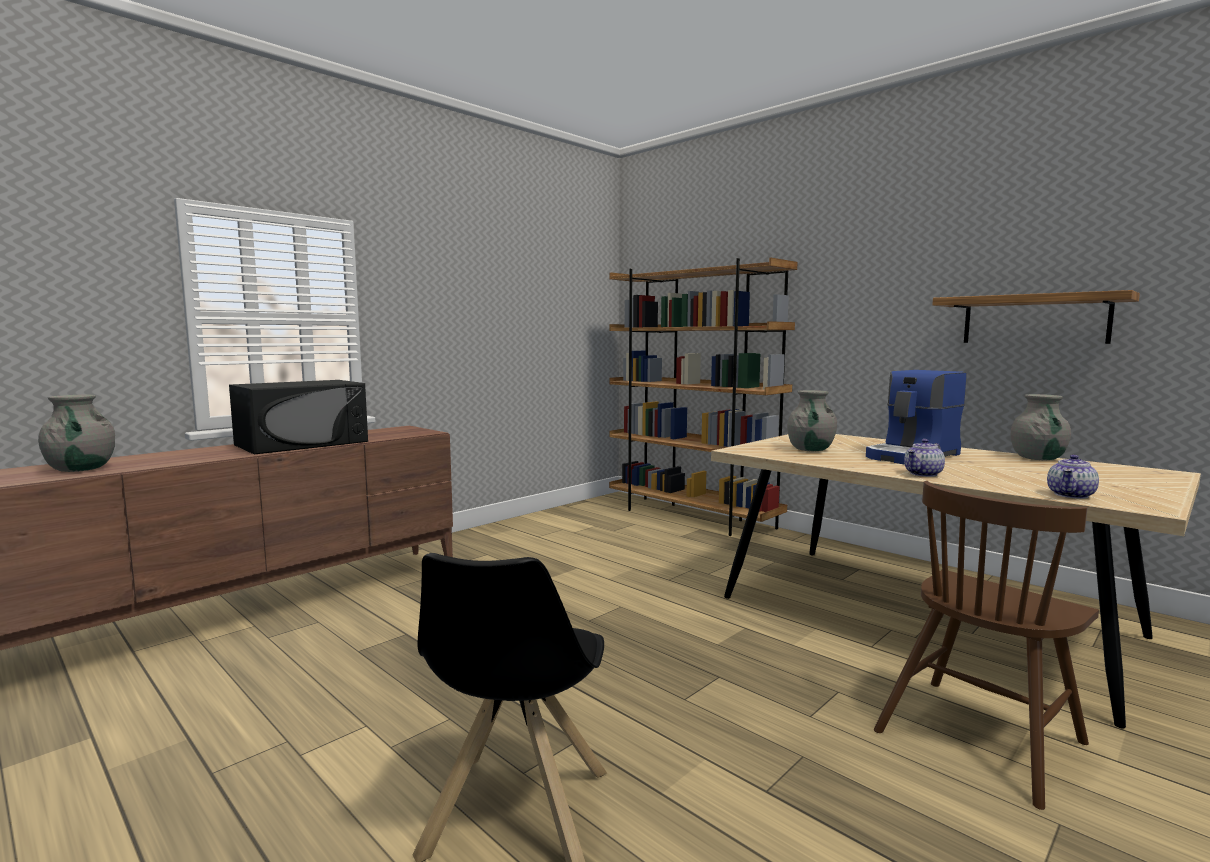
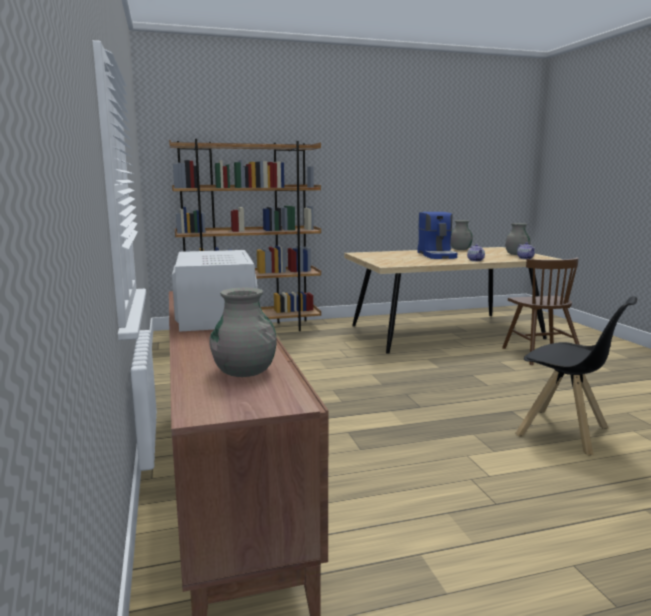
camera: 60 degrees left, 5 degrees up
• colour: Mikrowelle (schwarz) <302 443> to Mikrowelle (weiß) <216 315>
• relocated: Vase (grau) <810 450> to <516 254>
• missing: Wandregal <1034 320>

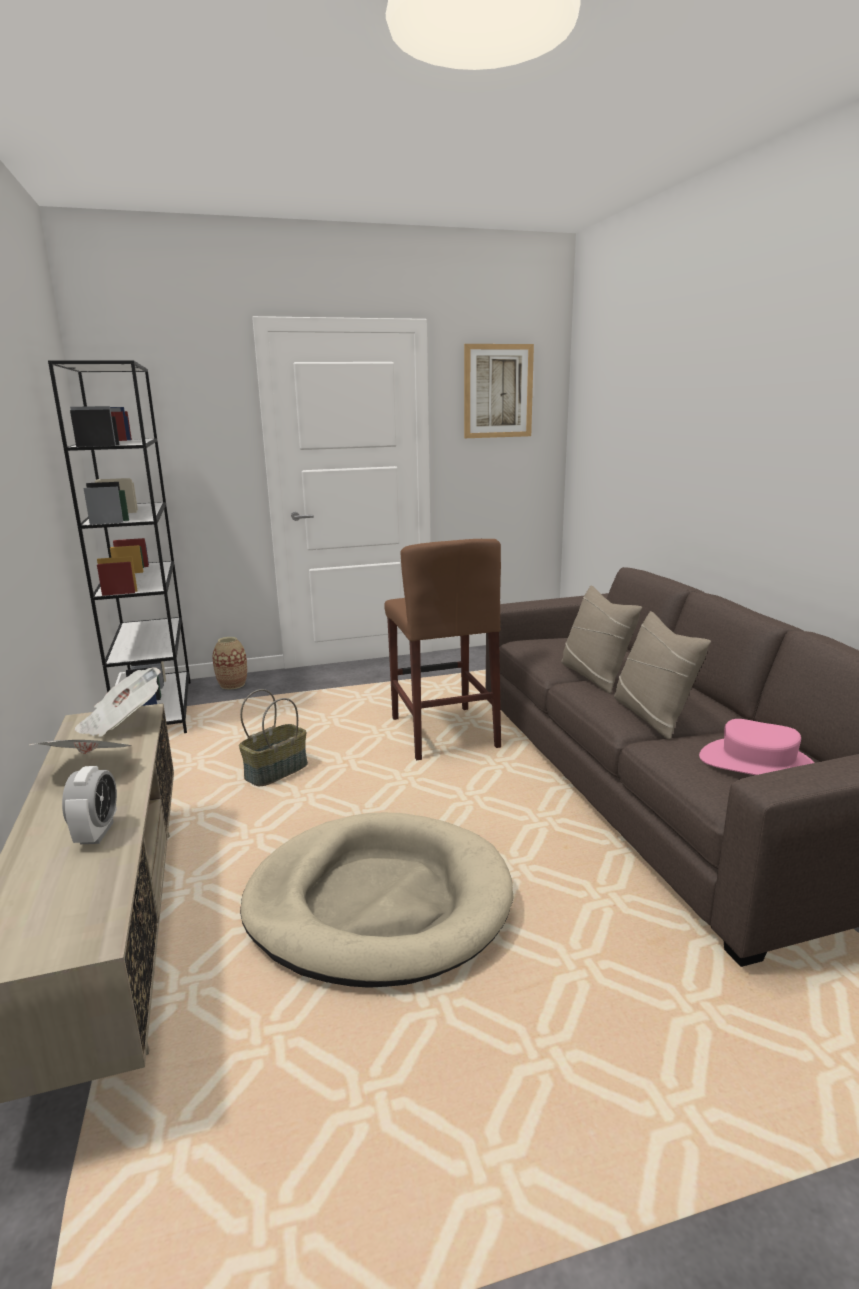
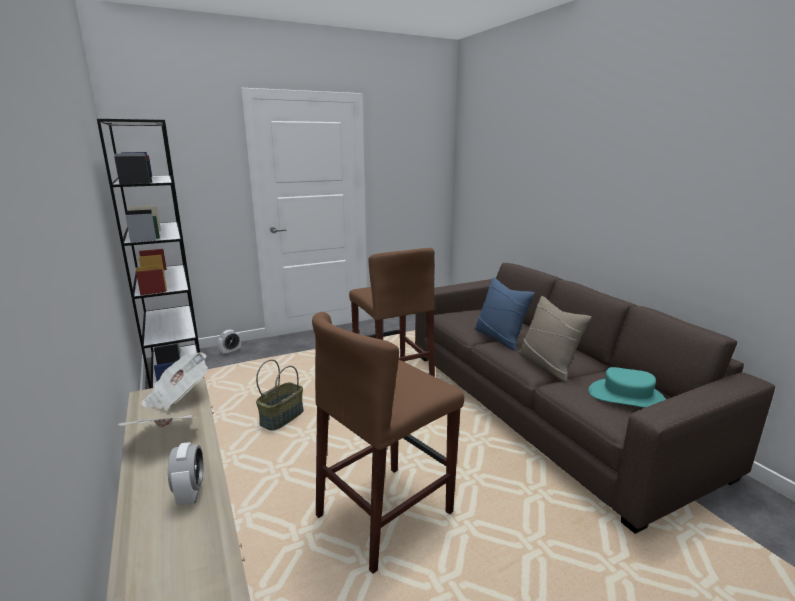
camera: 10 degrees left, 0 degrees up
• exchanged: Vase <232 684> to Wecker <230 352>
• exchanged: Hundebett (beige) <378 903> to Hocker (braun) <385 514>
• missing: Bild <498 391>
• colour: Kissen (beige) <594 676> to Kissen (blau) <499 338>
• colour: Hut (rosa) <757 765> to Hut (türkis) <626 397>

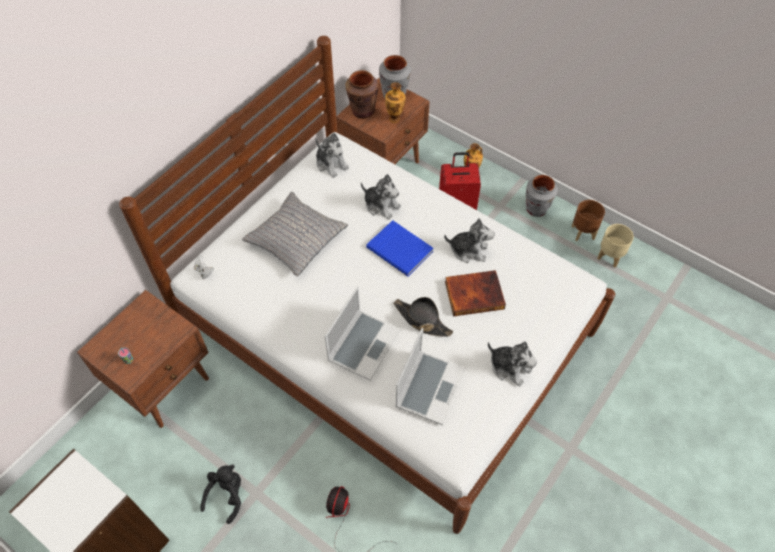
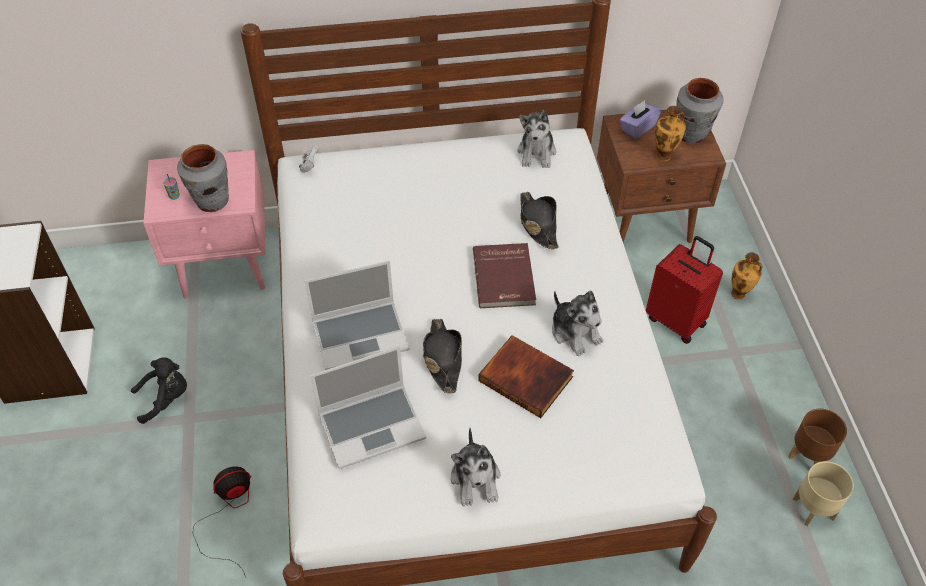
camera: 45 degrees right, 5 degrees down
• colour: Nachttisch (braun) <165 385> to Nachttisch (rosa) <226 266>
• missing: Kissen (grau) <295 239>
• exchanged: Vase (braun) <362 111> to Taschentuchbox (lila) <637 128>
• exchanged: Plüschtier <381 205> to Hut (schwarz) <538 224>
• colour: Buch (blau) <400 249> to Buch (rot) <505 277>
• relocated: Vase (grau) <536 209> to <212 201>

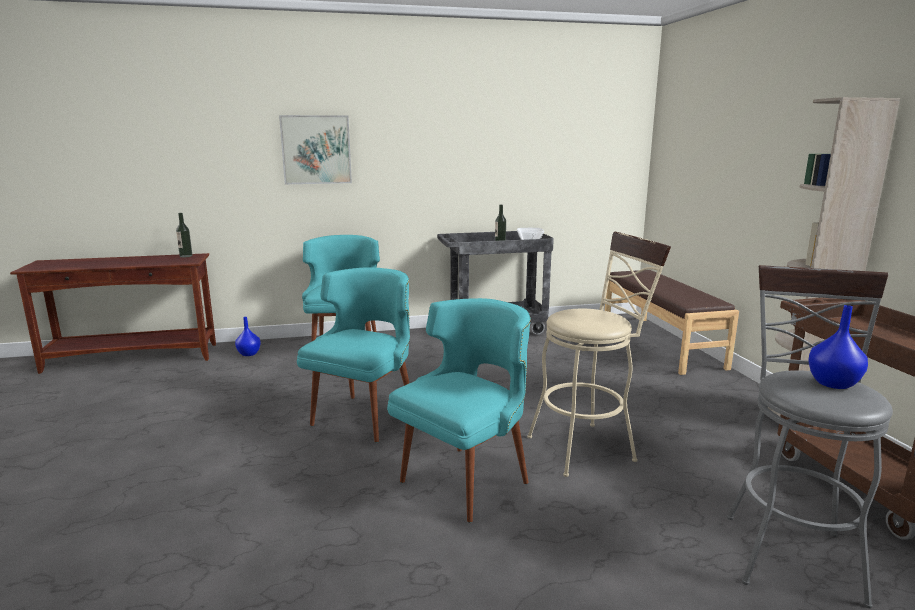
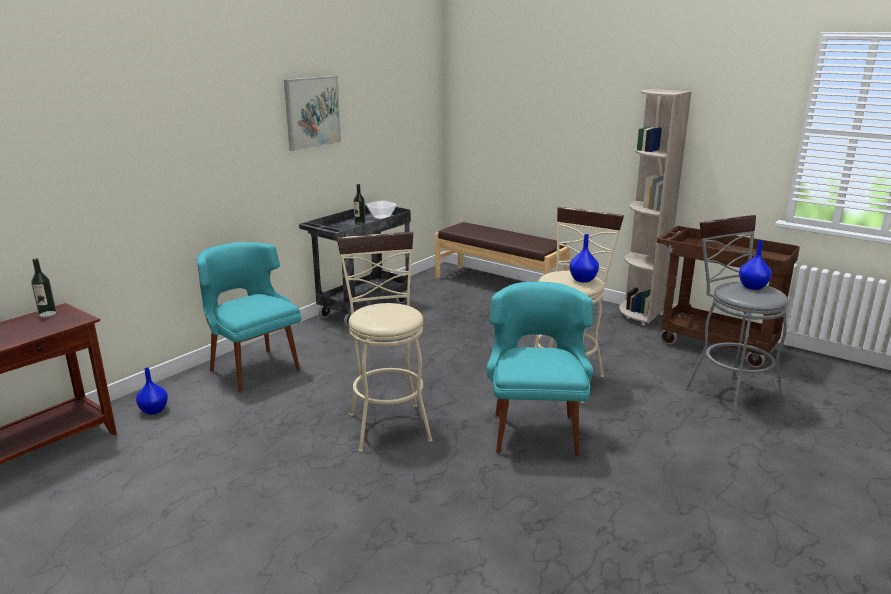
camera: 40 degrees left, 5 degrees up
• relocated: Bild <316 150> to <312 112>
• exchanged: Stuhl (türkis) <363 419> to Hocker (beige) <387 423>
• appeared: Vase (blau) <582 280>

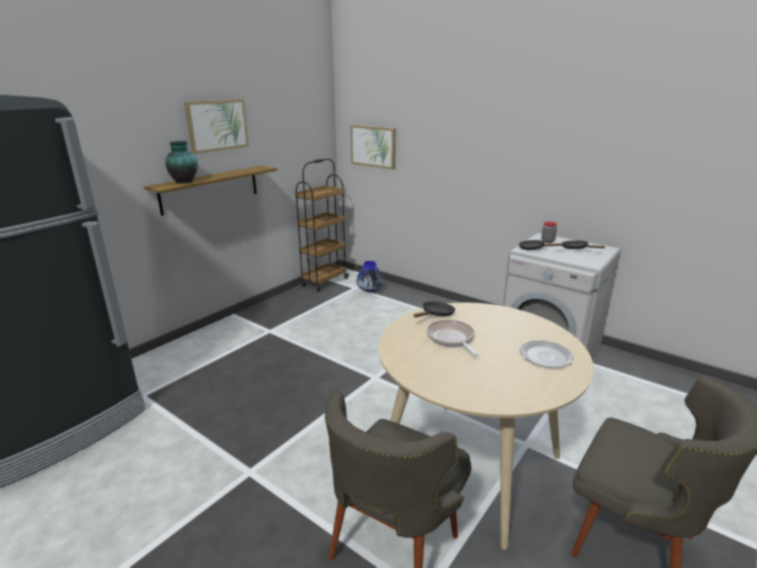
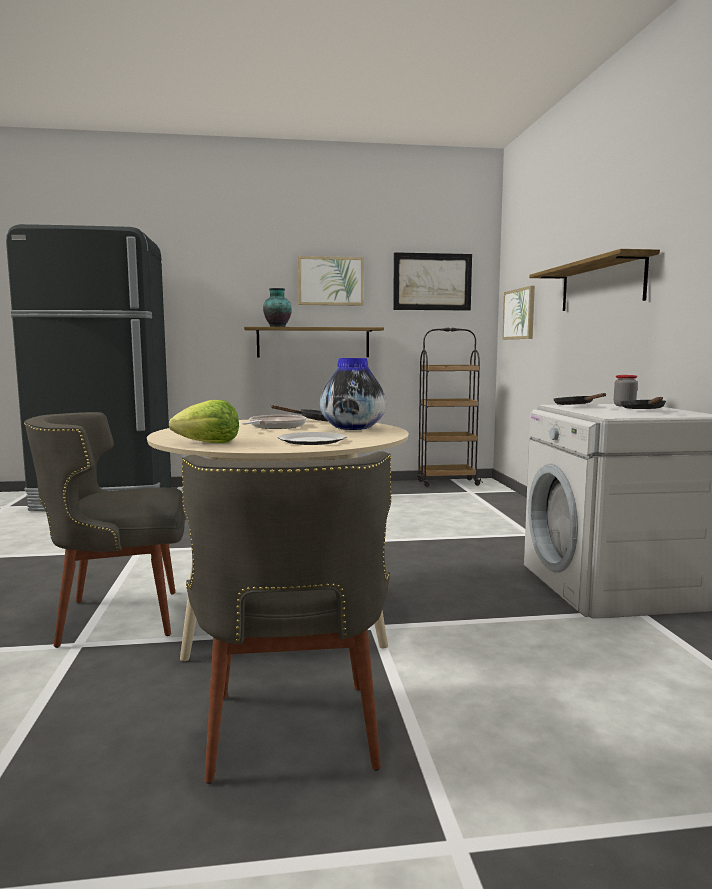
camera: 45 degrees right, 15 degrees down
• relocated: Vase <370 290> to <352 429>
• appeared: Salatkopf <208 443>
• appeared: Bild <432 282>
• appeared: Wandregal <601 285>

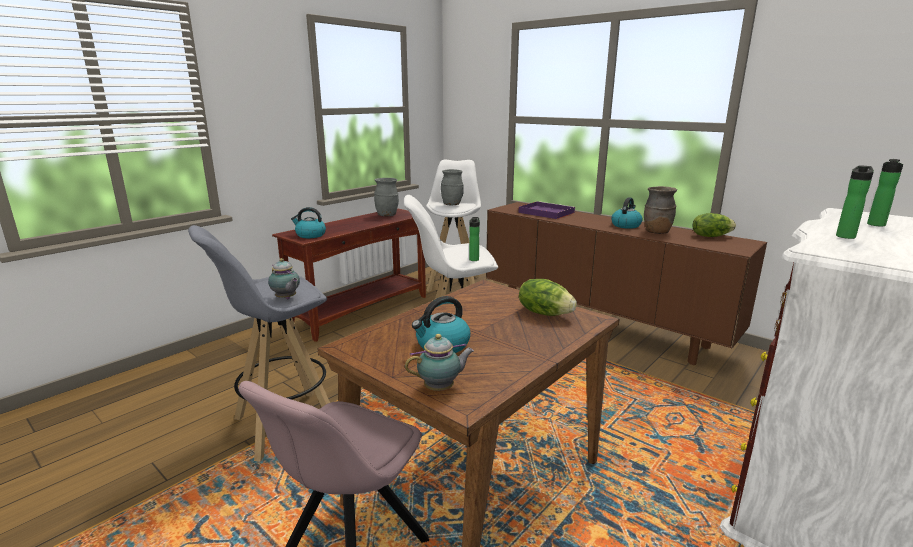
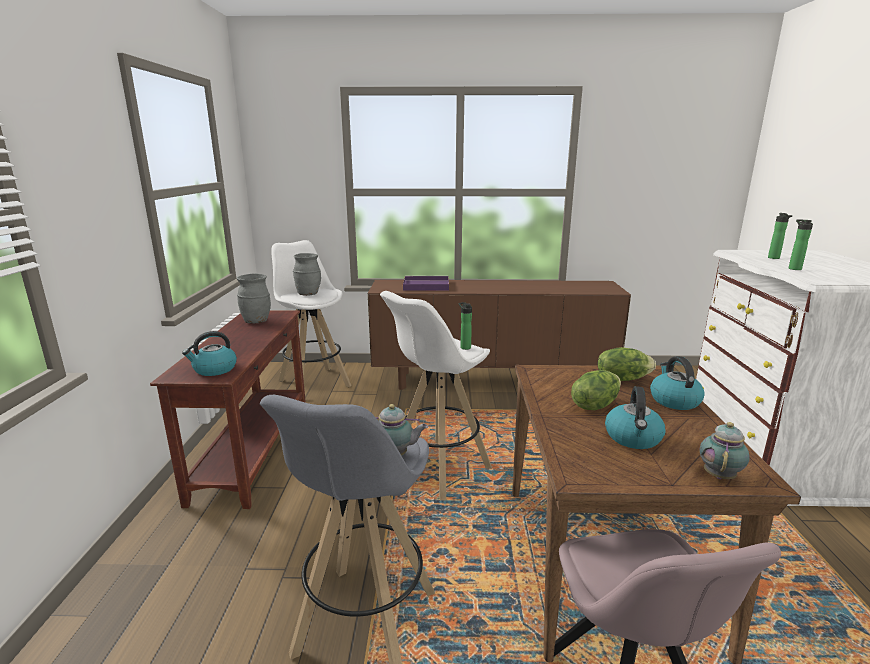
camera: 40 degrees left, 0 degrees up
• relocated: Wasserkessel <626 225> to <674 400>
• missing: Vase (braun) <656 232>
• relocated: Salatkopf <710 236> to <594 405>

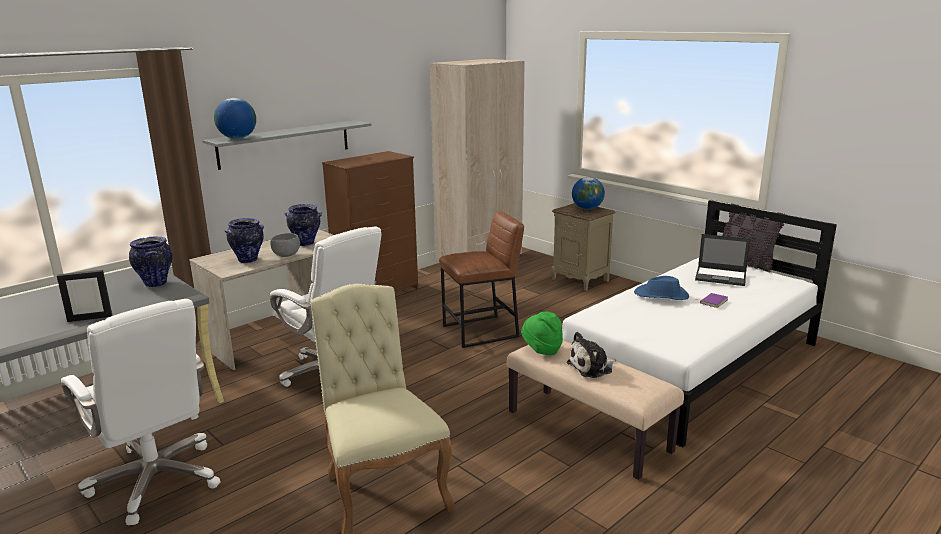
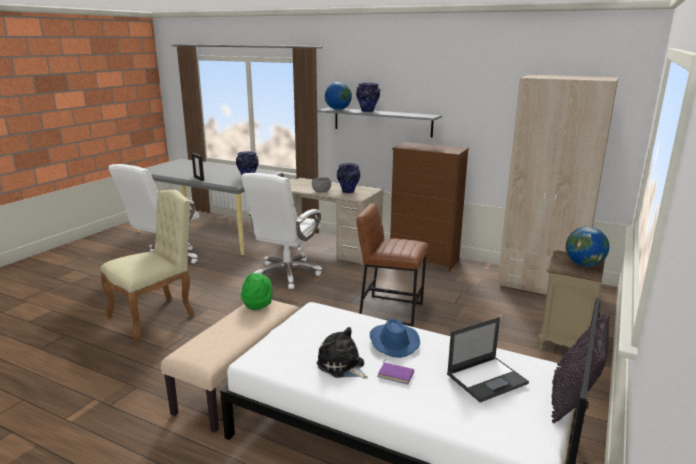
camera: 70 degrees right, 0 degrees up
• relocated: Vase <248 260> to <368 111>
• spun: Stuhl (braun) <481 331> = <390 310> 150 degrees clockwise
• relocated: Plüschtier <592 367> to <342 366>
• spun: Laptop <721 276> = <487 378> 120 degrees counterclockwise

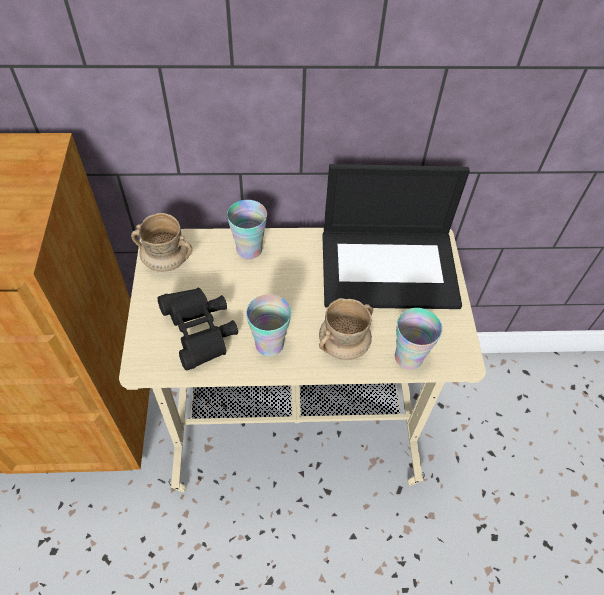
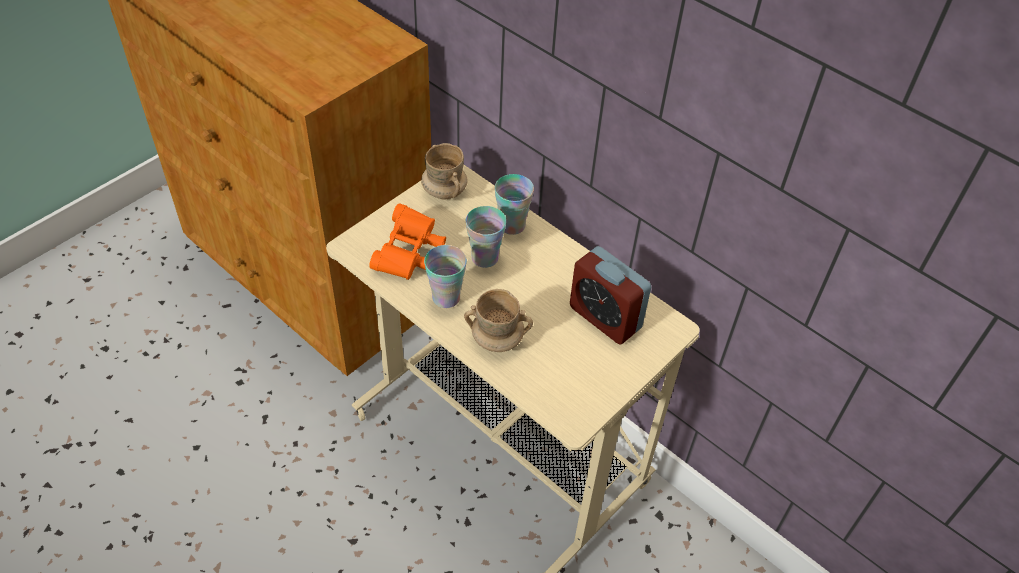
camera: 45 degrees right, 5 degrees down
• colour: Fernglas (schwarz) <201 333> to Fernglas (orange) <410 255>
• exchanged: Laptop <390 267> to Wecker <605 317>
• relocated: Tasse <408 357> to <485 258>

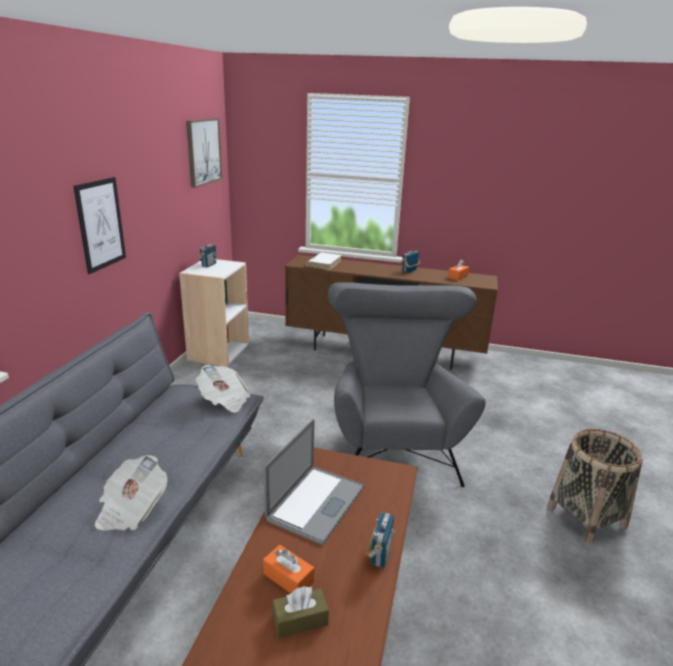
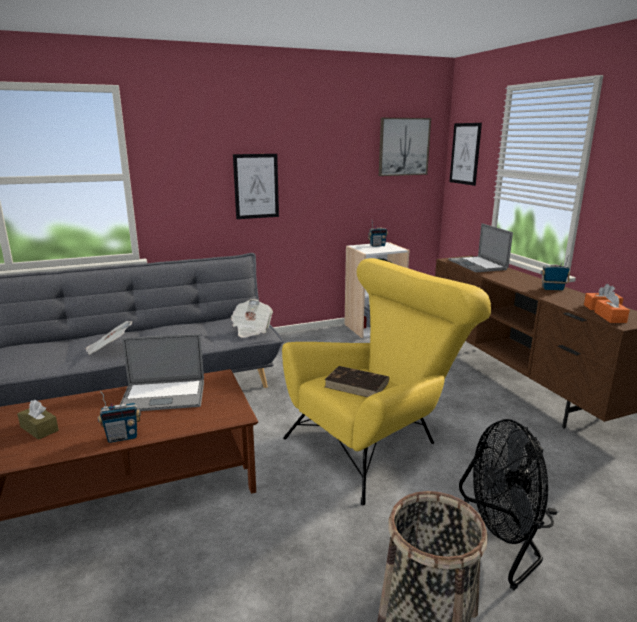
camera: 55 degrees right, 5 degrees down
• relocated: Taschentuchbox (orange) <288 578> to <610 317>
• exchanged: Buch (weiß) <324 263> to Laptop <477 264>
• colour: Sessel (grau) <393 441> to Sessel (gelb) <376 440>
• appeared: Buch (braun) <357 385>
• appeared: Bild <465 153>
• appeared: Ventilator (schwarz) <507 535>

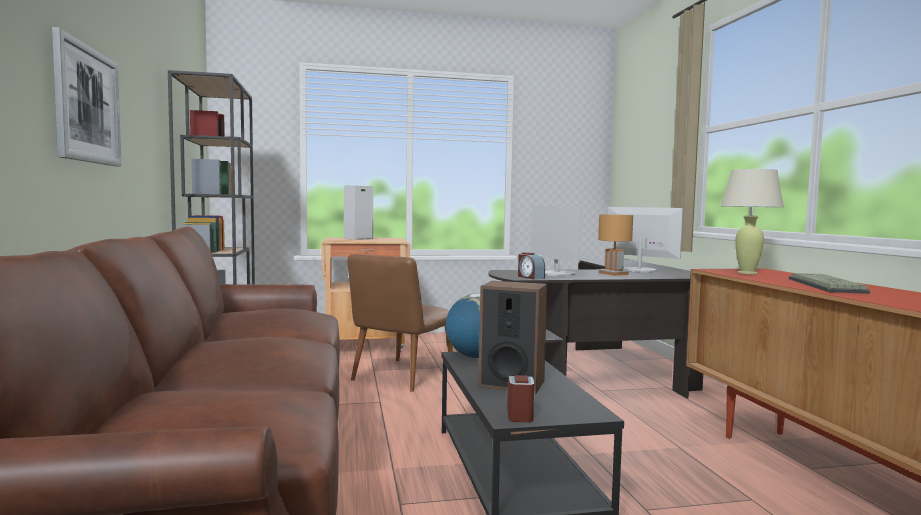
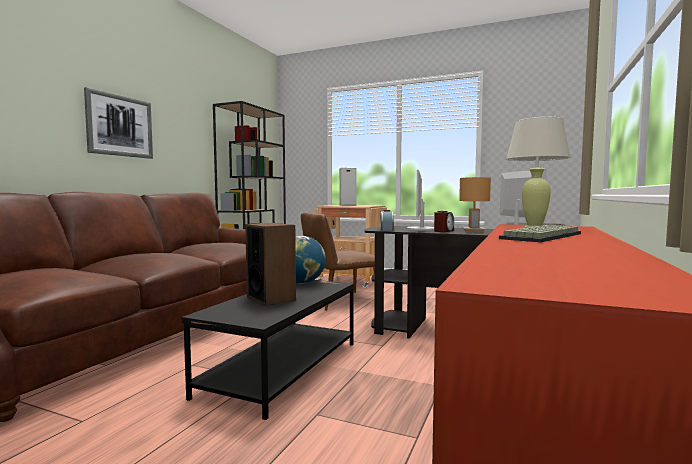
camera: 35 degrees right, 0 degrees up
• relocated: Wecker <520 414> to <443 231>

